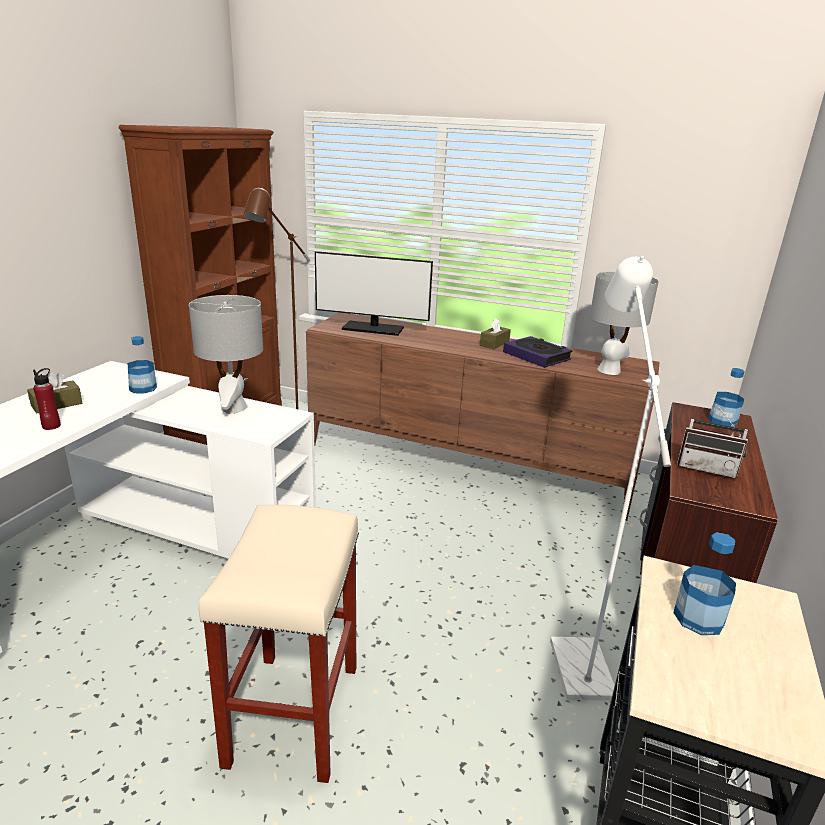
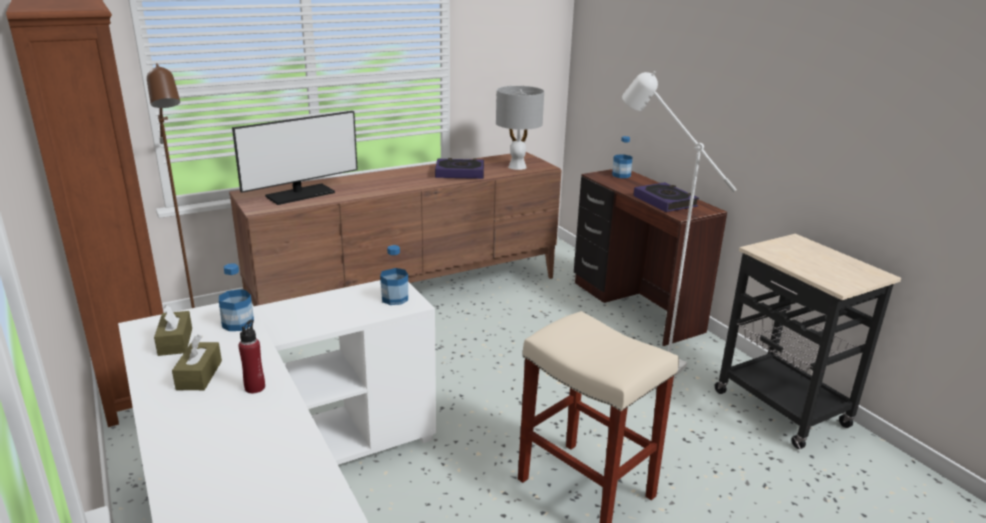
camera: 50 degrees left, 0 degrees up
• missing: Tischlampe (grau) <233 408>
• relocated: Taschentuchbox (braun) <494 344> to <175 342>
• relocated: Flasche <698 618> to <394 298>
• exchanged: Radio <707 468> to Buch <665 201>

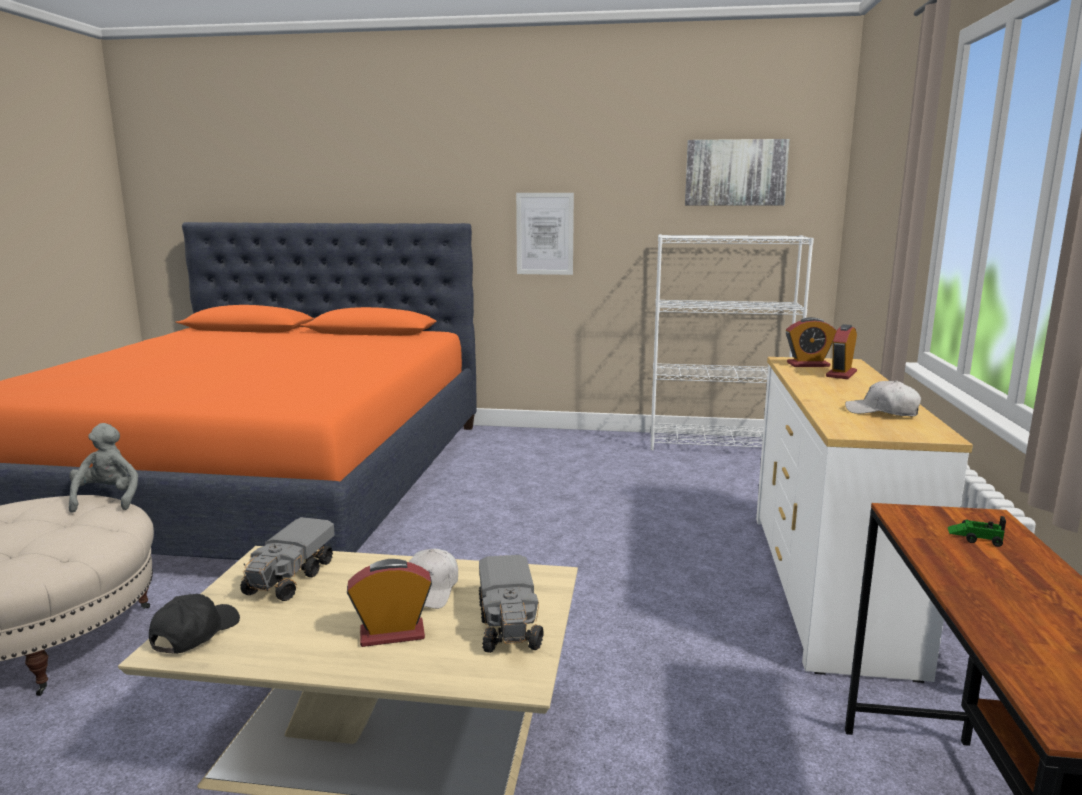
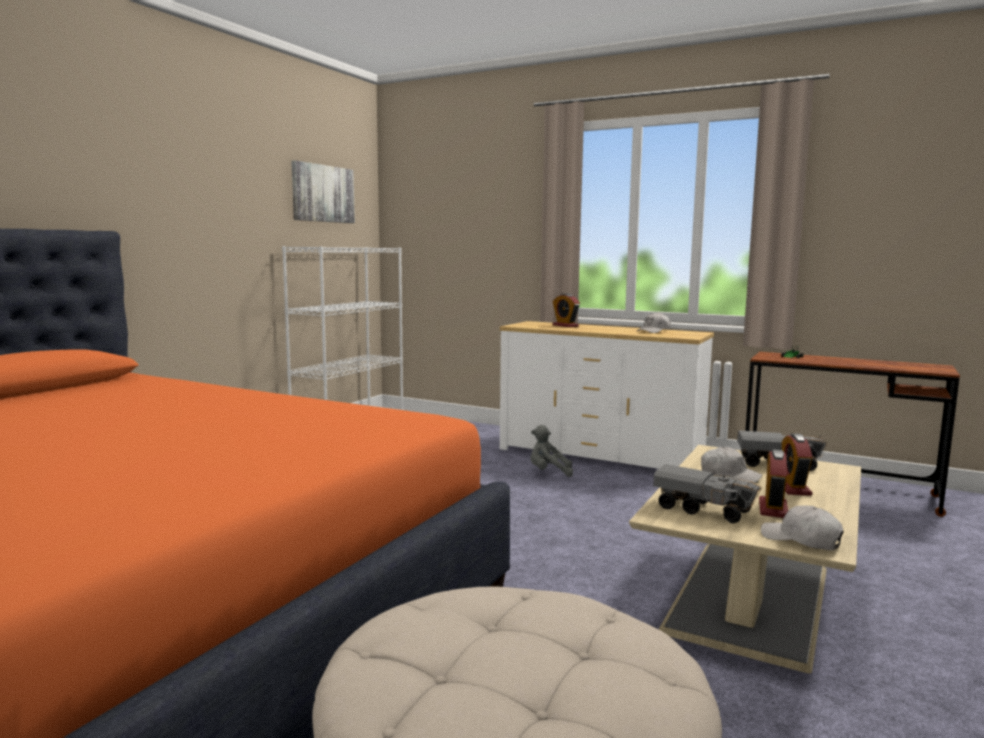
camera: 70 degrees left, 5 degrees down
• relocated: Plüschtier (grau) <107 499> to <548 473>
• colour: Kappe (schwarz) <194 633> to Kappe (weiß) <801 540>
• missing: Bild <545 234>
• relocated: Wecker <808 364> to <773 509>

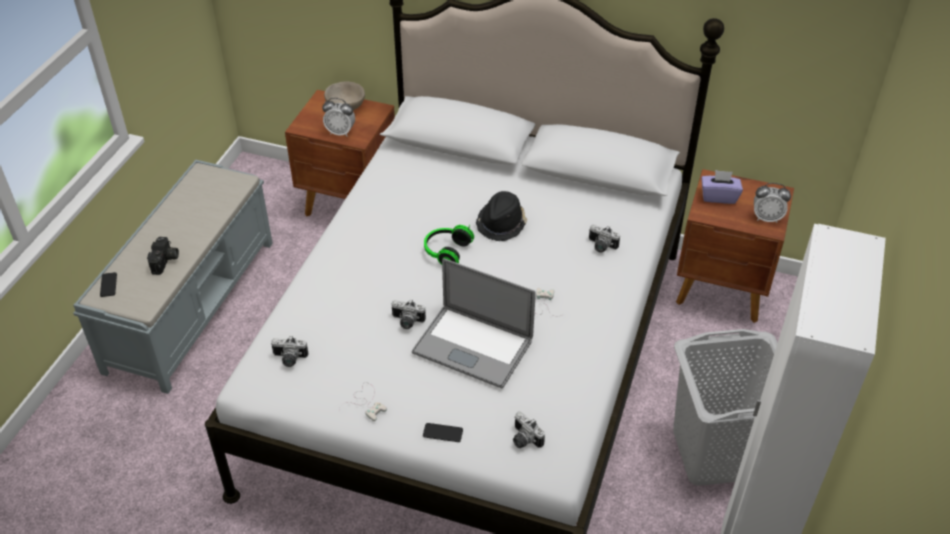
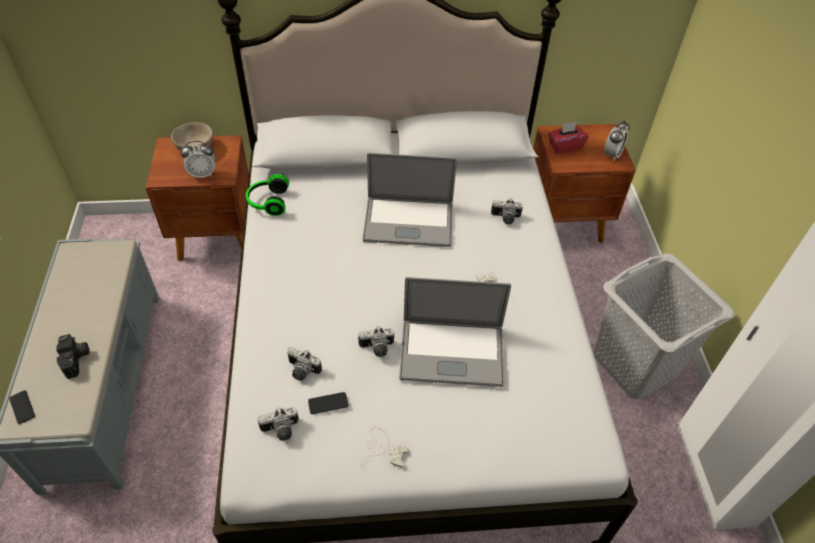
camera: 25 degrees left, 5 degrees up
• relocated: Handy <443 433> to <328 403>
• relocated: Kopfhörer <446 252> to <268 202>
• exchanged: Hut (schwarz) <502 223> to Laptop <408 222>
• relocated: Kamera <523 439> to <301 371>
• colour: Taschentuchbox (lila) <718 196> to Taschentuchbox (rot) <565 146>
• spun: Wecker <766 218> = <612 154> 45 degrees counterclockwise

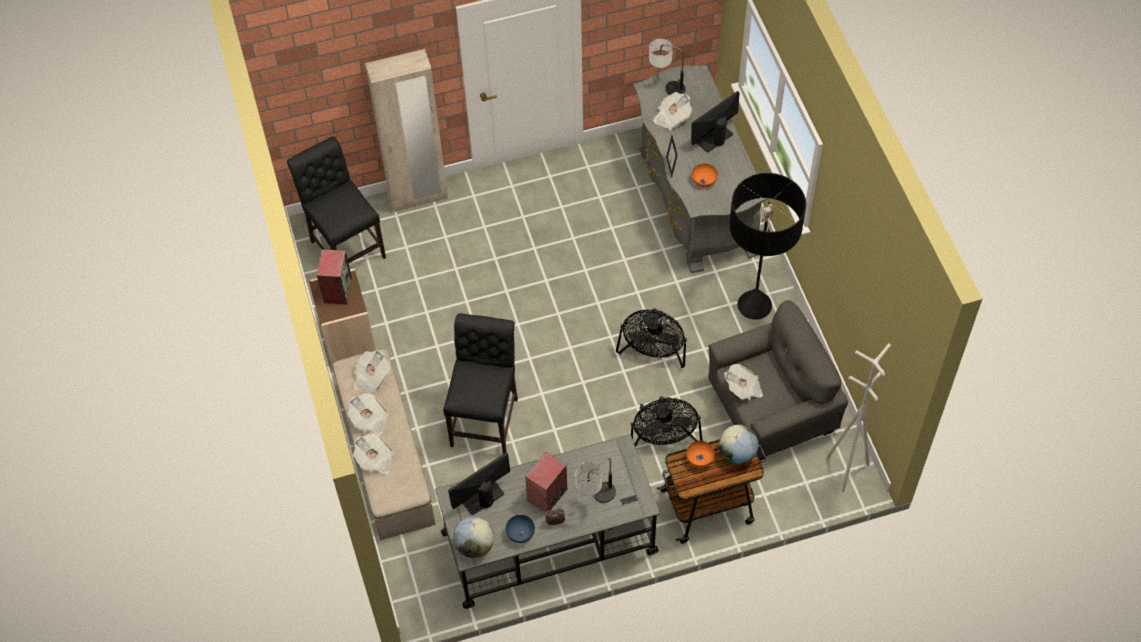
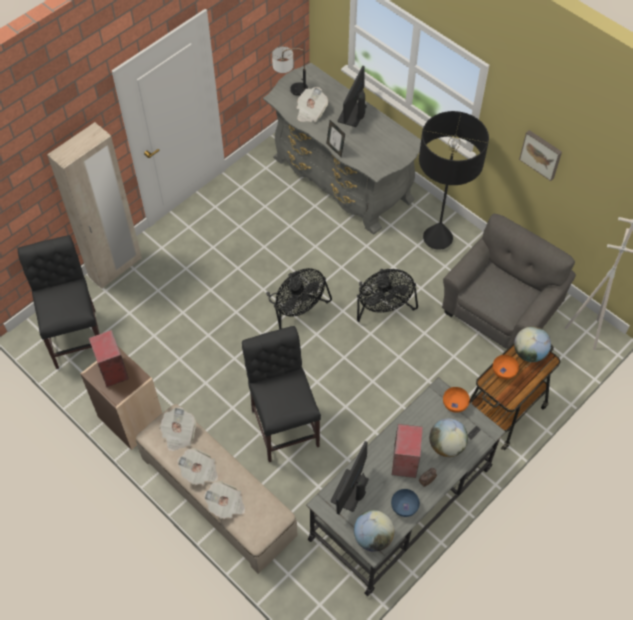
camera: 30 degrees left, 0 degrees up
• spun: Stuhl (schwarz) <346 246> = <76 334> 45 degrees clockwise
• exchanged: Tischlampe <595 499> to Globus <446 445>
• relocated: Ventilator (schwarz) <661 435> to <295 309>
• relocated: Schüssel (orange) <704 181> to <455 404>
• missing: Zeitung <743 388>
• appeared: Bild <541 154>

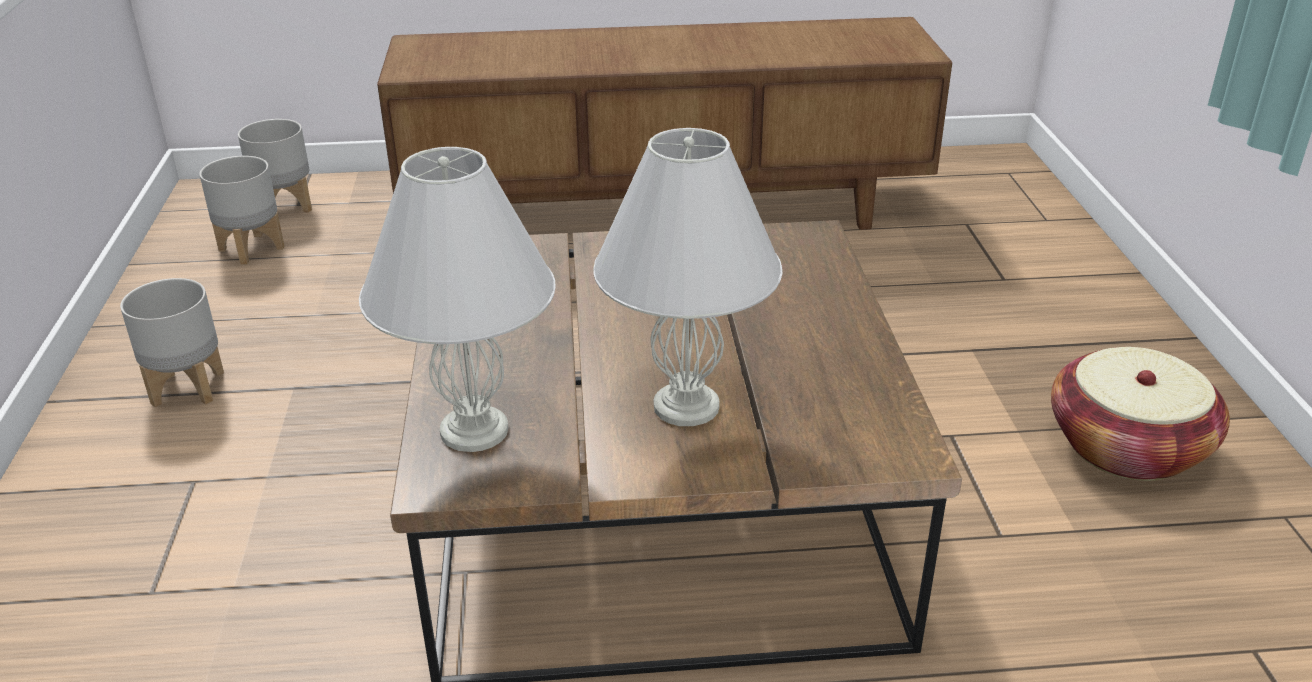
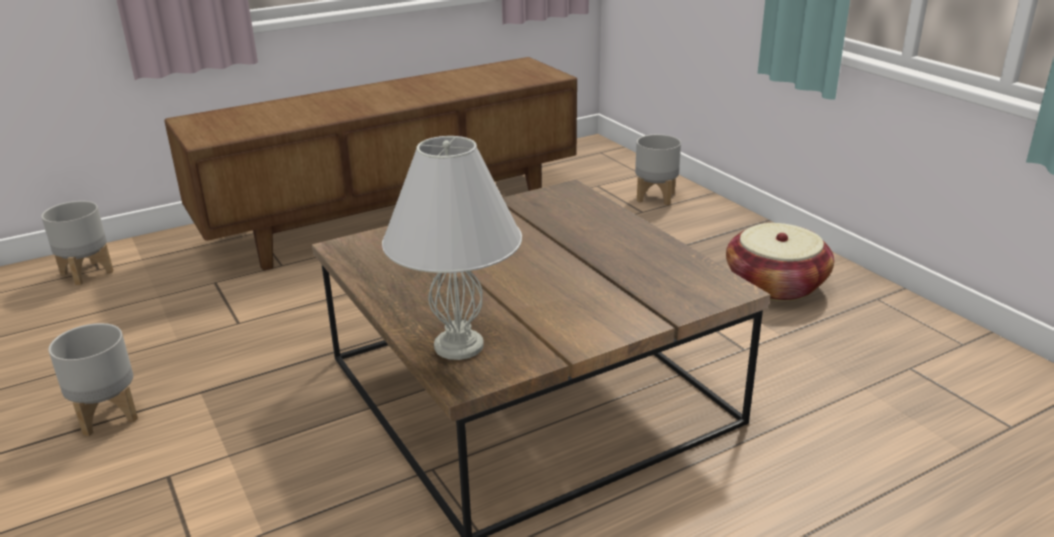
camera: 25 degrees left, 5 degrees down
• relocated: Pflanzkübel (grau) <250 249> to <655 197>
• missing: Tischlampe (weiß) <685 405>

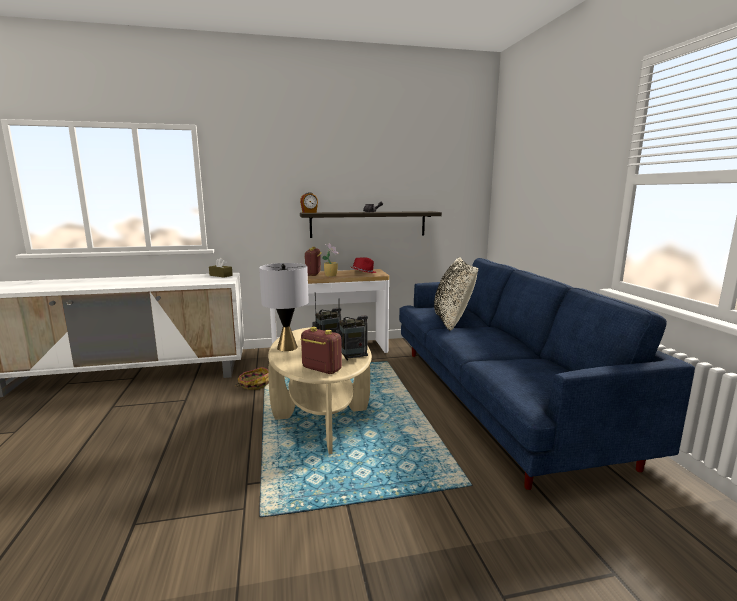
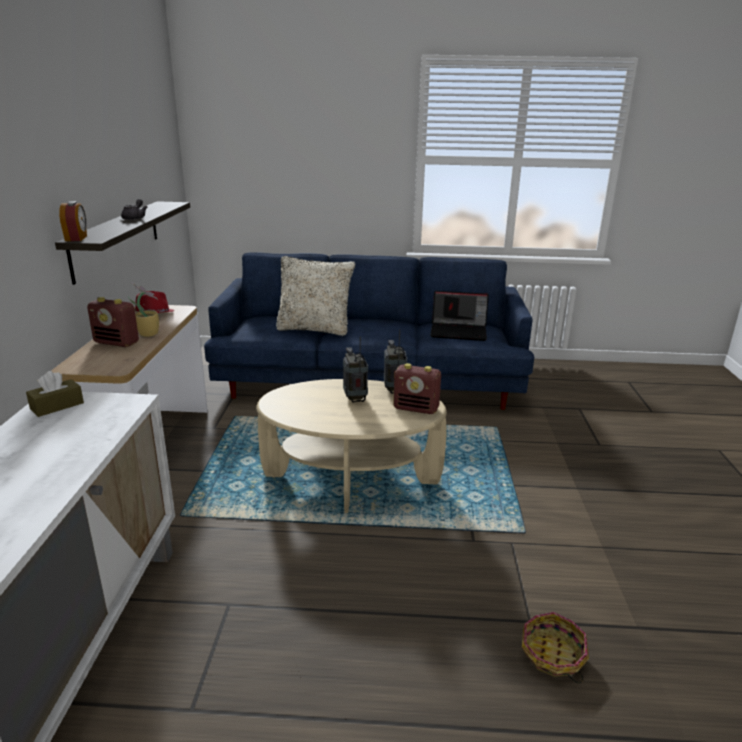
camera: 75 degrees left, 10 degrees up
• relocated: Korb <254 384> to <552 656>
• missing: Tischlampe (grau) <287 347>
• spun: Radio <321 369> = <416 409> 120 degrees counterclockwise
• appeared: Laptop <459 332>

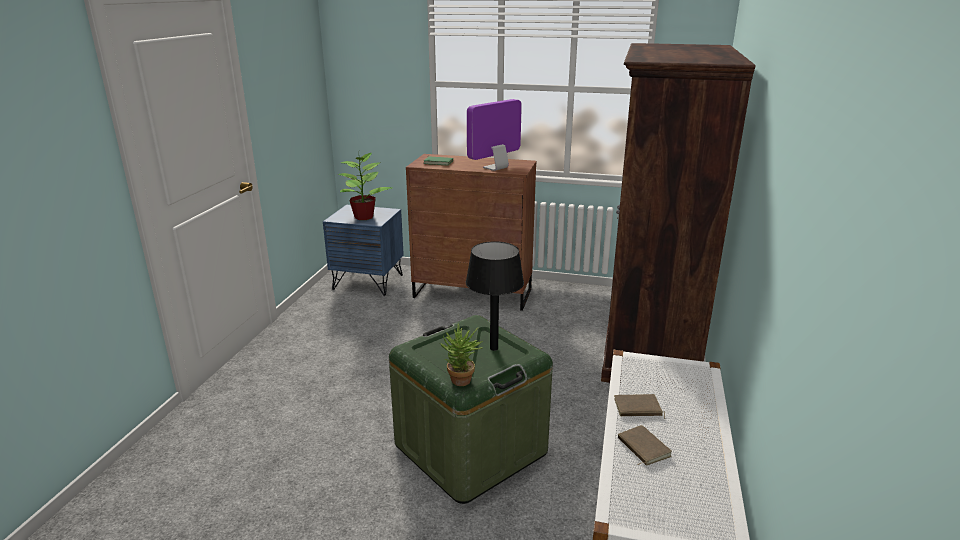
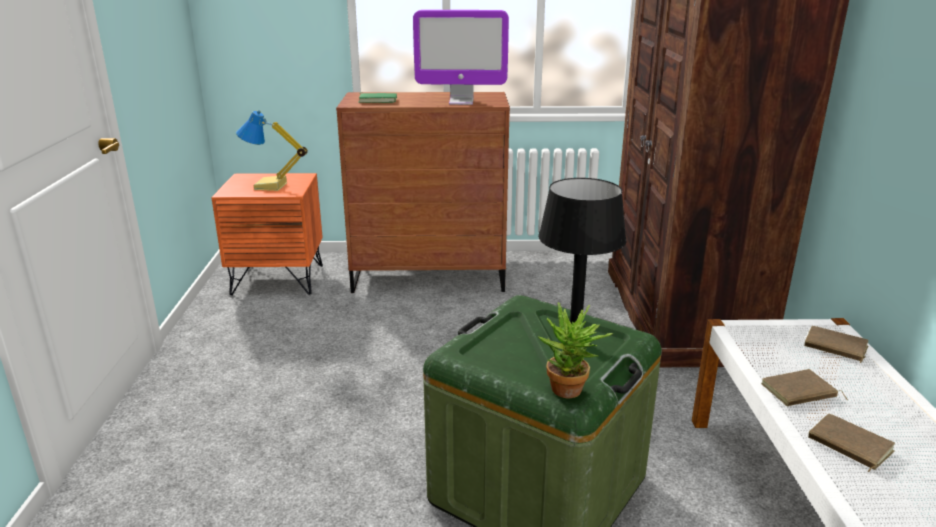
camera: 15 degrees left, 0 degrees up
• colour: Nachttisch (blau) <368 282> to Nachttisch (orange) <278 279>
• exchanged: Topfpflanze <364 217> to Tischlampe <270 186>
• spun: Monitor <495 168> = <461 102> 120 degrees counterclockwise
• appeared: Buch (braun) <834 347>

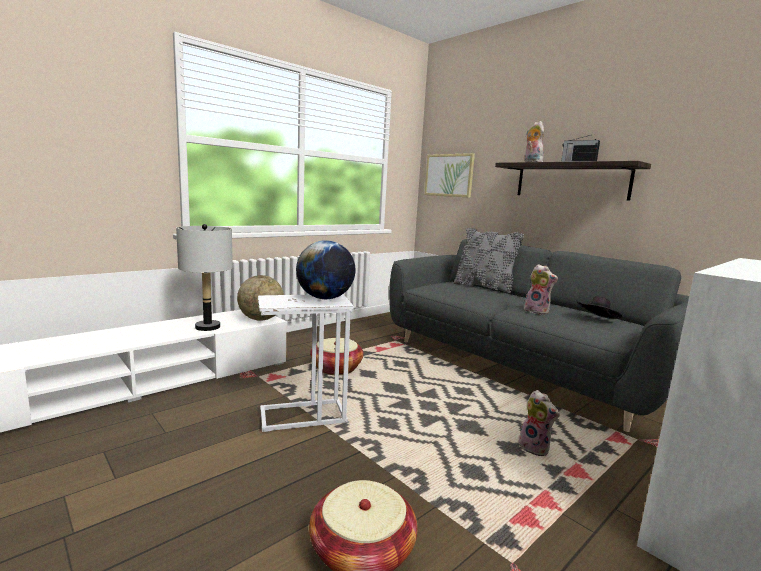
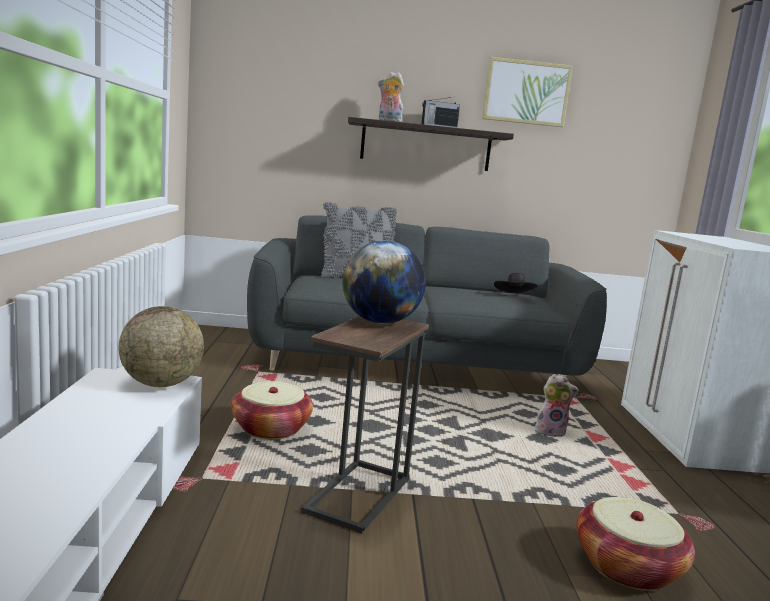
camera: 50 degrees left, 0 degrees up
• missing: Tischlampe (grau) <207 327>
• colour: Beistelltisch (weiß) <303 415> to Beistelltisch (braun) <358 494>
• relocated: Bild <449 175> to <526 92>
• missing: Plüschtier <537 311>

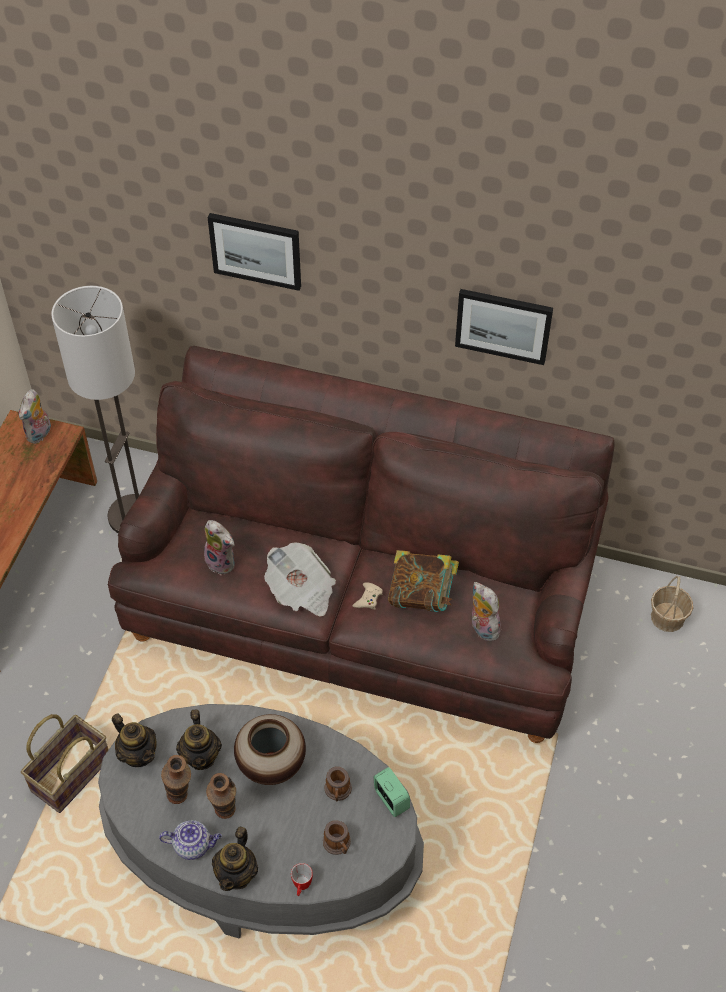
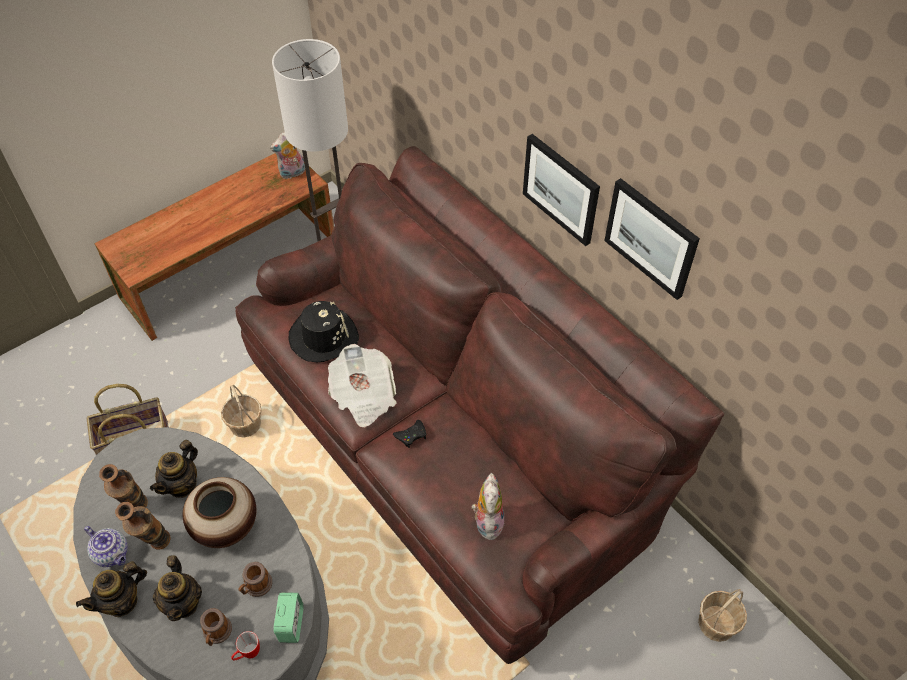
camera: 35 degrees right, 0 degrees up
• relocated: Teekanne <138 754> to <183 603>
• exchanged: Plüschtier <222 562> to Hut (schwarz) <323 337>
• relocated: Bild <256 250> to <561 188>
• relocated: Henkelbecher <301 887> to <247 654>
• colour: Gamepad (beige) <368 598> to Gamepad (schwarz) <411 435>
• missing: Buch <422 595>
• appeared: Korb <245 425>

